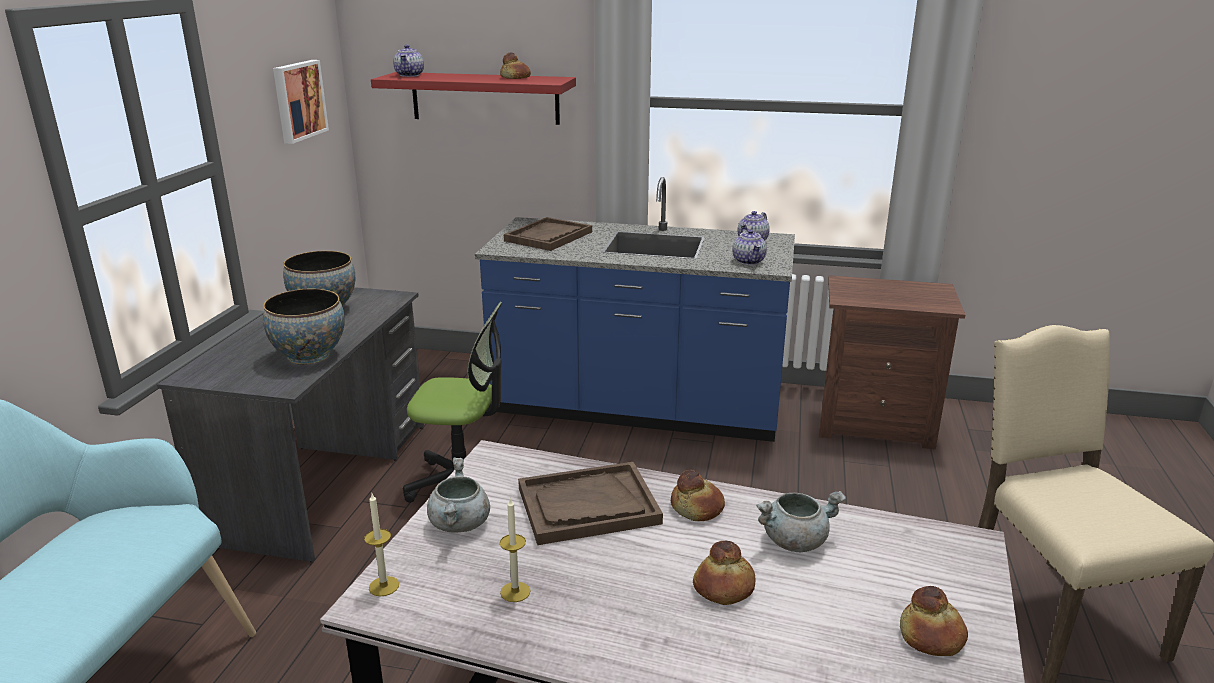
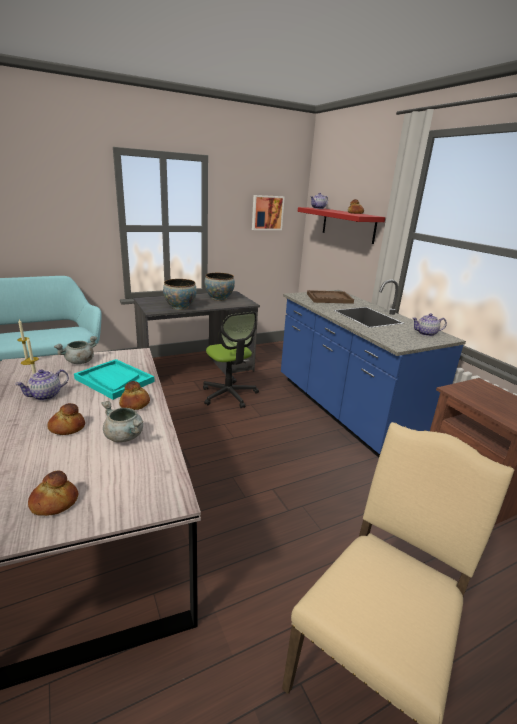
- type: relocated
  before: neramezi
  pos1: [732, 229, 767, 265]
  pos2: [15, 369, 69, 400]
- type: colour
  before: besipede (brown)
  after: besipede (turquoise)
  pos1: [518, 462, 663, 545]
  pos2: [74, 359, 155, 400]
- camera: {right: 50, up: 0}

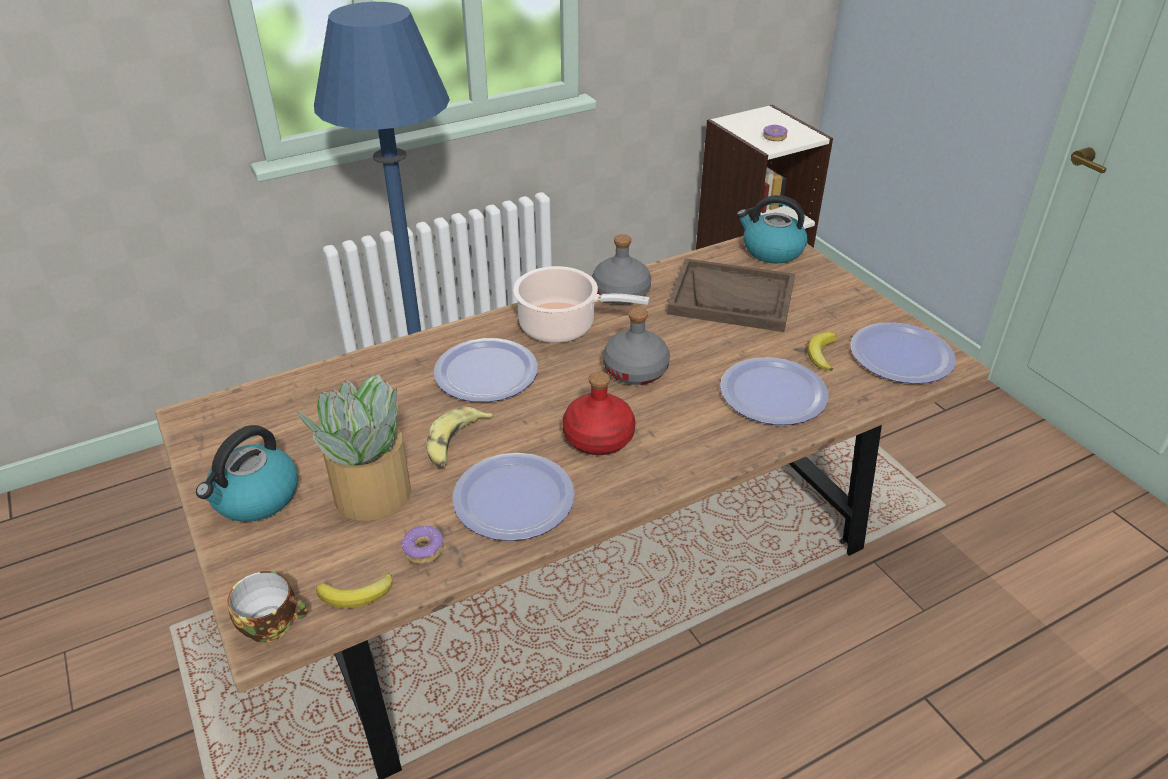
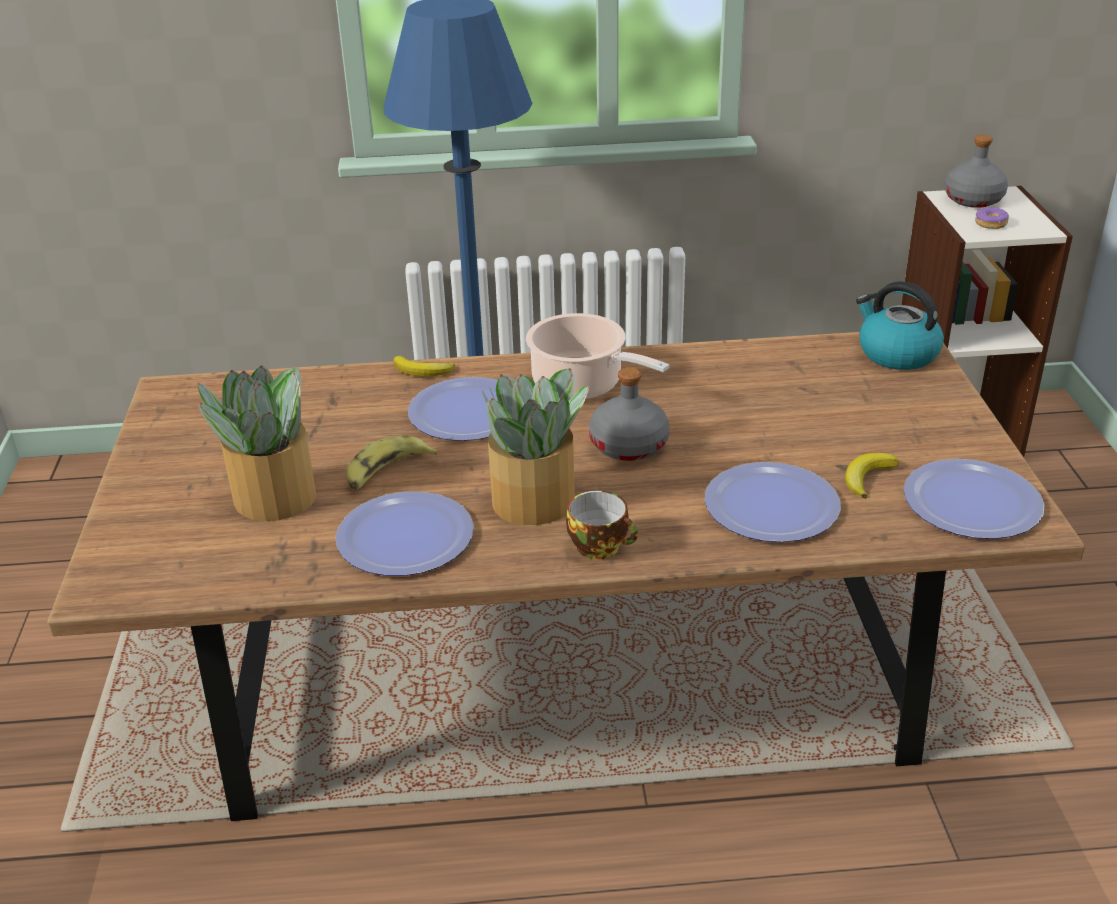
- type: relocated
  before: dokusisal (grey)
  pos1: [592, 234, 651, 305]
  pos2: [944, 135, 1008, 208]
- type: missing
  before: besipede (brown)
  pos1: [667, 258, 795, 332]
- type: exchanged
  before: dokusisal (red)
  after: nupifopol
  pos1: [562, 372, 636, 455]
  pos2: [482, 368, 589, 525]
- type: missing
  before: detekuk
  pos1: [196, 425, 298, 522]
- type: missing
  before: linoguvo
  pos1: [401, 526, 444, 564]
- type: relocated
  before: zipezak
  pos1: [227, 571, 307, 643]
  pos2: [566, 491, 638, 560]
- type: relocated
  before: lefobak
  pos1: [316, 573, 392, 608]
  pos2: [393, 356, 455, 377]
- camera: {right: 25, up: -5}

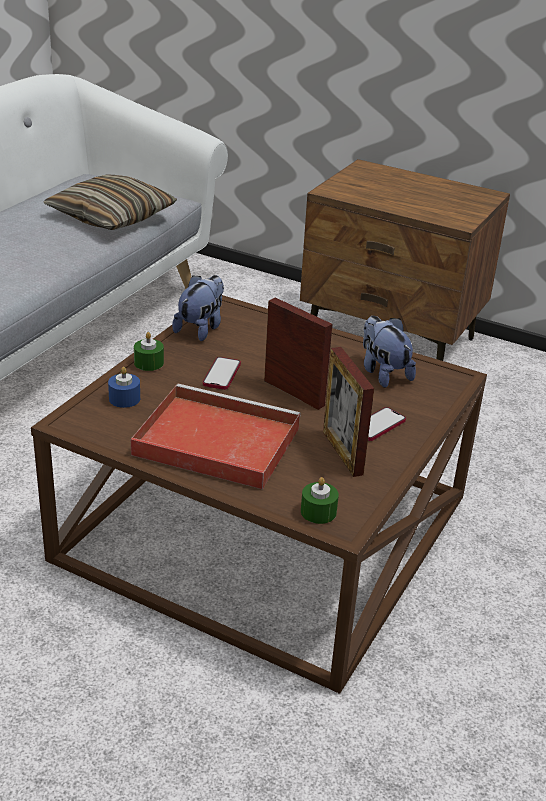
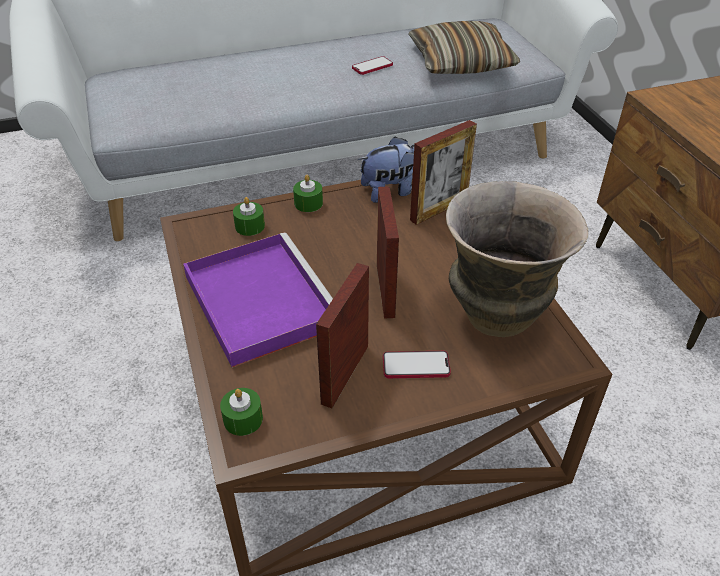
- type: exchanged
  before: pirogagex
  after: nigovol
  pos1: [363, 316, 416, 388]
  pos2: [446, 181, 588, 337]
- type: relocated
  before: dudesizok
  pos1: [203, 357, 241, 390]
  pos2: [352, 56, 393, 75]
- type: colour
  before: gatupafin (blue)
  after: gatupafin (green)
  pos1: [108, 367, 140, 408]
  pos2: [233, 197, 265, 236]
- type: colour
  before: besipede (red)
  after: besipede (purple)
  pos1: [130, 384, 301, 489]
  pos2: [183, 233, 333, 368]
- type: appeared
  after: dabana
  pos2: [410, 120, 477, 225]
- camera: {right: 45, up: 10}

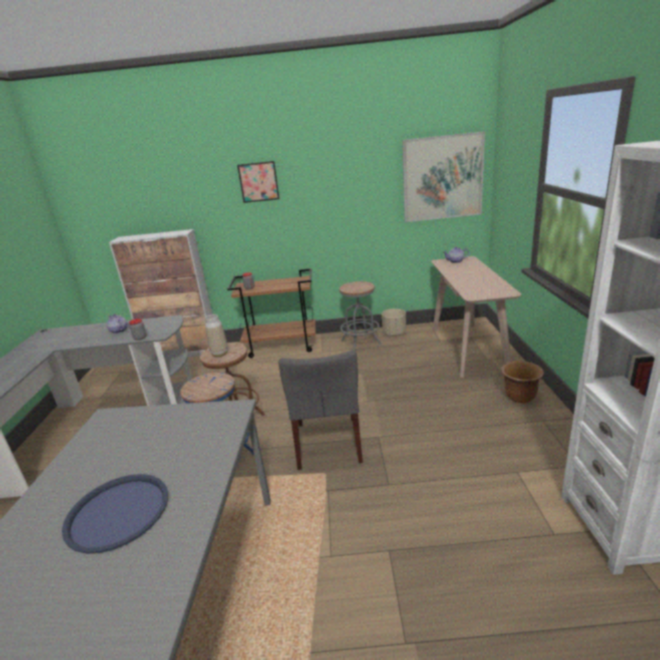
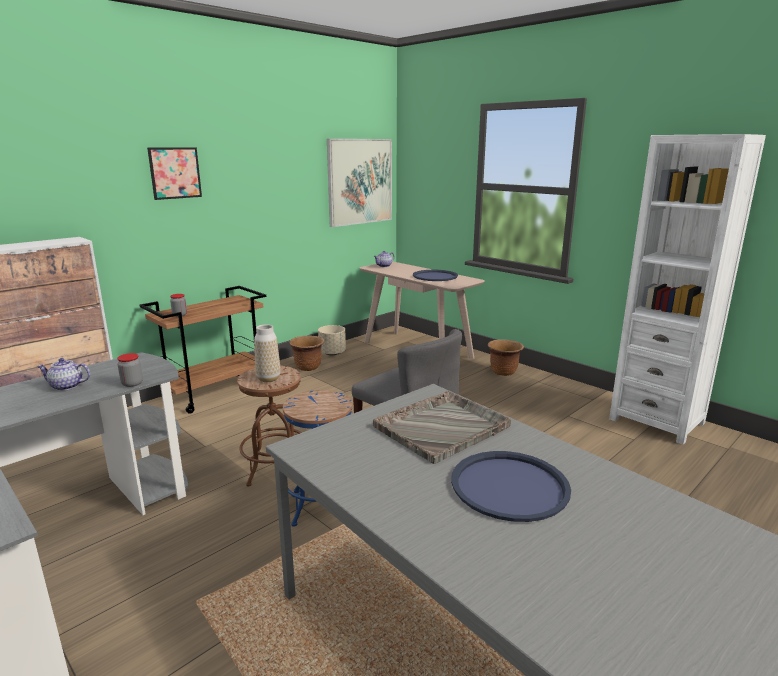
- type: exchanged
  before: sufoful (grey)
  after: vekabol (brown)
  pos1: [339, 281, 381, 351]
  pos2: [289, 335, 324, 371]
- type: appeared
  after: besipede (blue)
  pos2: [413, 270, 458, 281]
- type: appeared
  after: besipede (grey)
  pos2: [373, 391, 511, 464]
- camera: {right: -45, up: -5}

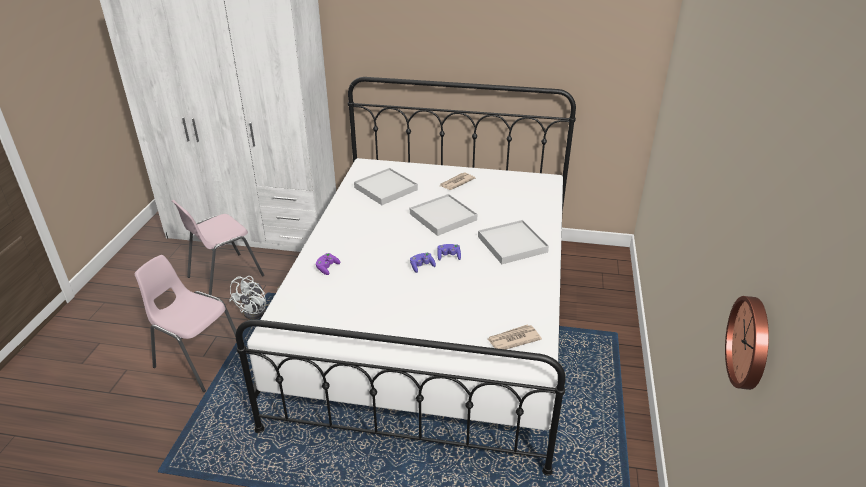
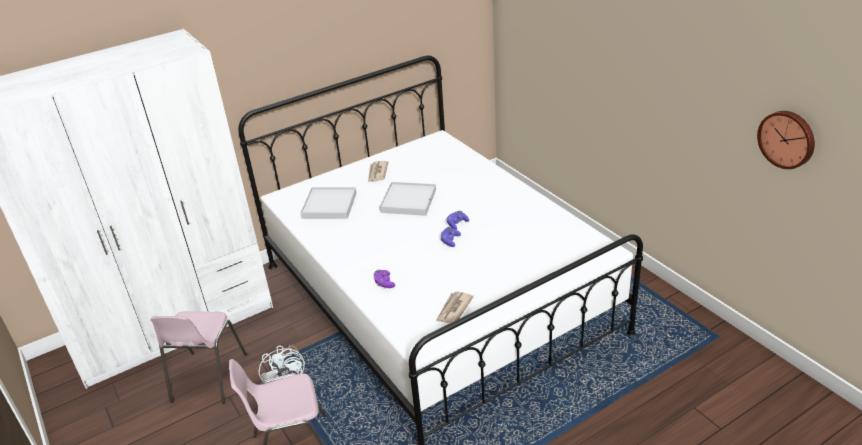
- type: missing
  before: besipede (white)
  pos1: [478, 220, 549, 264]
- type: relocated
  before: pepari
  pos1: [487, 324, 542, 350]
  pos2: [436, 291, 474, 323]
- camera: {right: -40, up: 0}

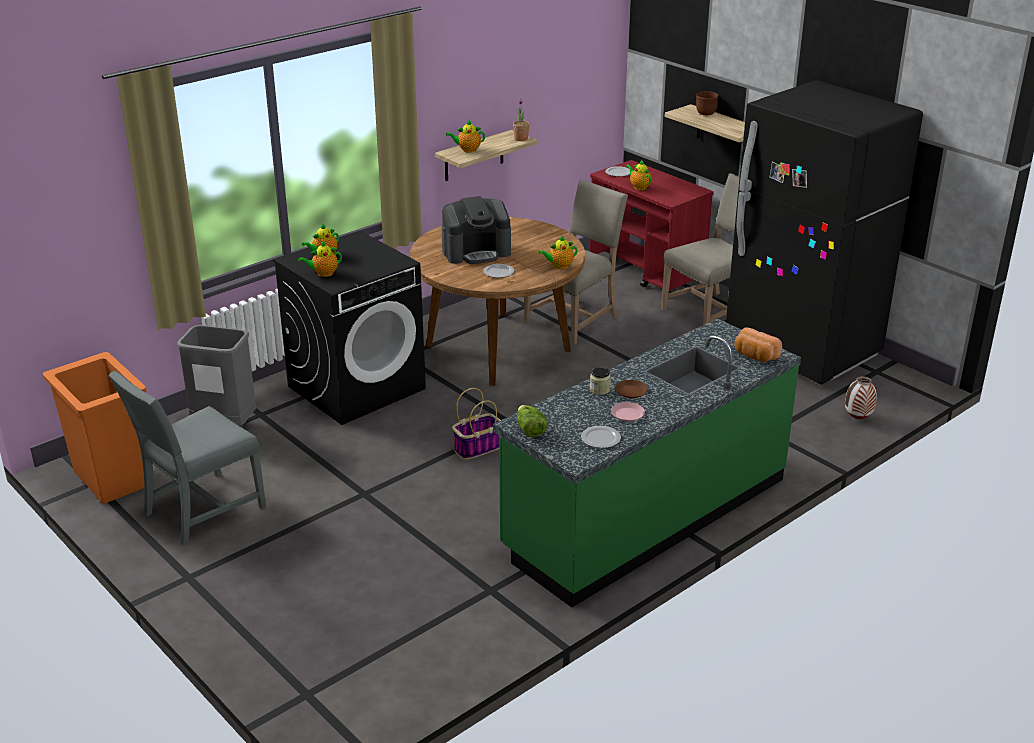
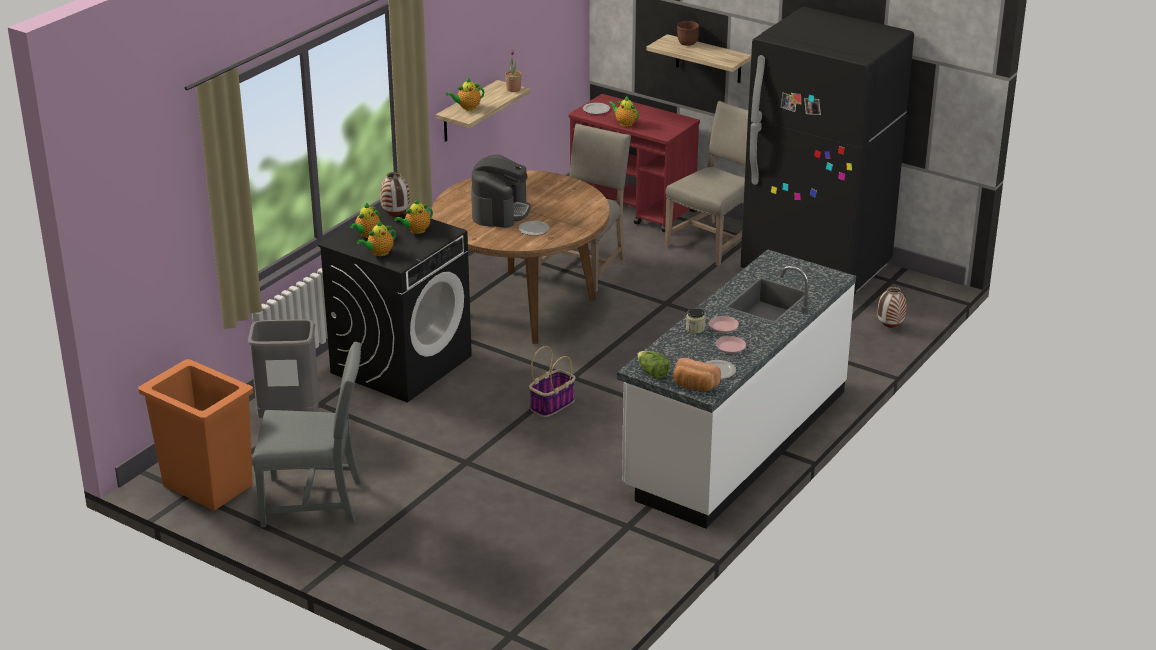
- type: spun
  before: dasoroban
  pos1: [442, 196, 511, 264]
  pos2: [471, 155, 531, 228]
  turn: -45
- type: relocated
  before: neramezi
  pos1: [538, 235, 578, 269]
  pos2: [394, 199, 433, 234]
- type: colour
  before: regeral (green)
  after: regeral (white)
  pos1: [493, 318, 801, 608]
  pos2: [617, 249, 856, 529]
- type: relocated
  before: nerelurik
  pos1: [734, 328, 782, 362]
  pos2: [673, 358, 721, 391]
- type: spun
  before: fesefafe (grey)
  pos1: [108, 371, 266, 545]
  pos2: [252, 342, 362, 527]
  turn: -120
- type: colour
  before: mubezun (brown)
  after: mubezun (pink)
  pos1: [615, 380, 648, 398]
  pos2: [709, 316, 739, 333]
- type: appeared
  after: nigovol
  pos2: [380, 172, 410, 216]
- camera: {right: -15, up: 0}

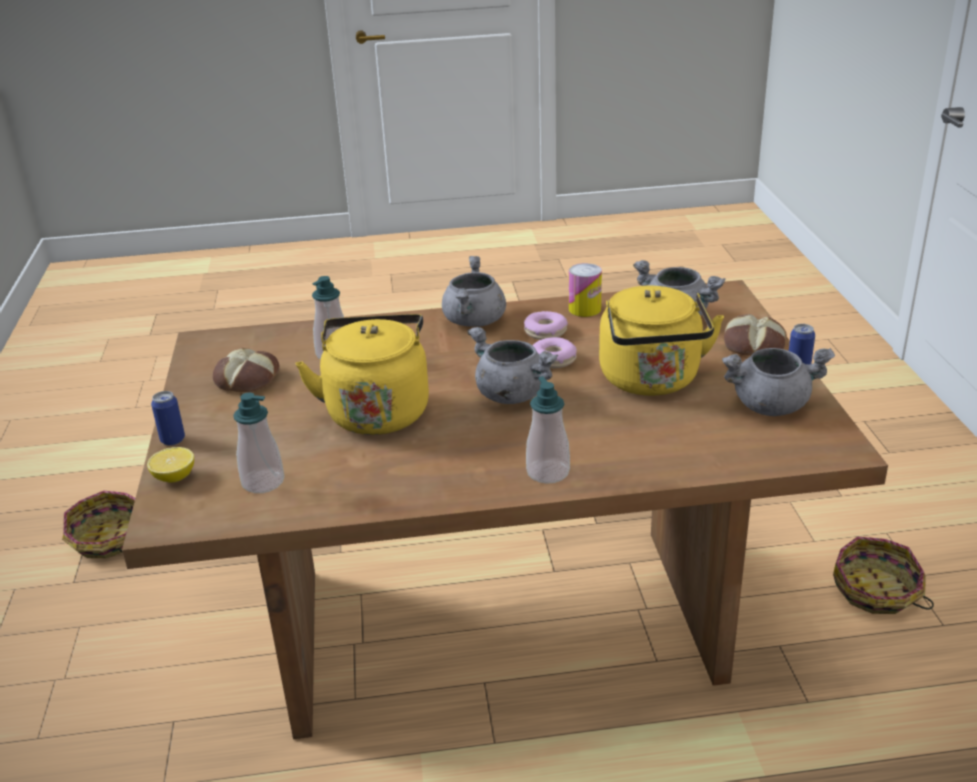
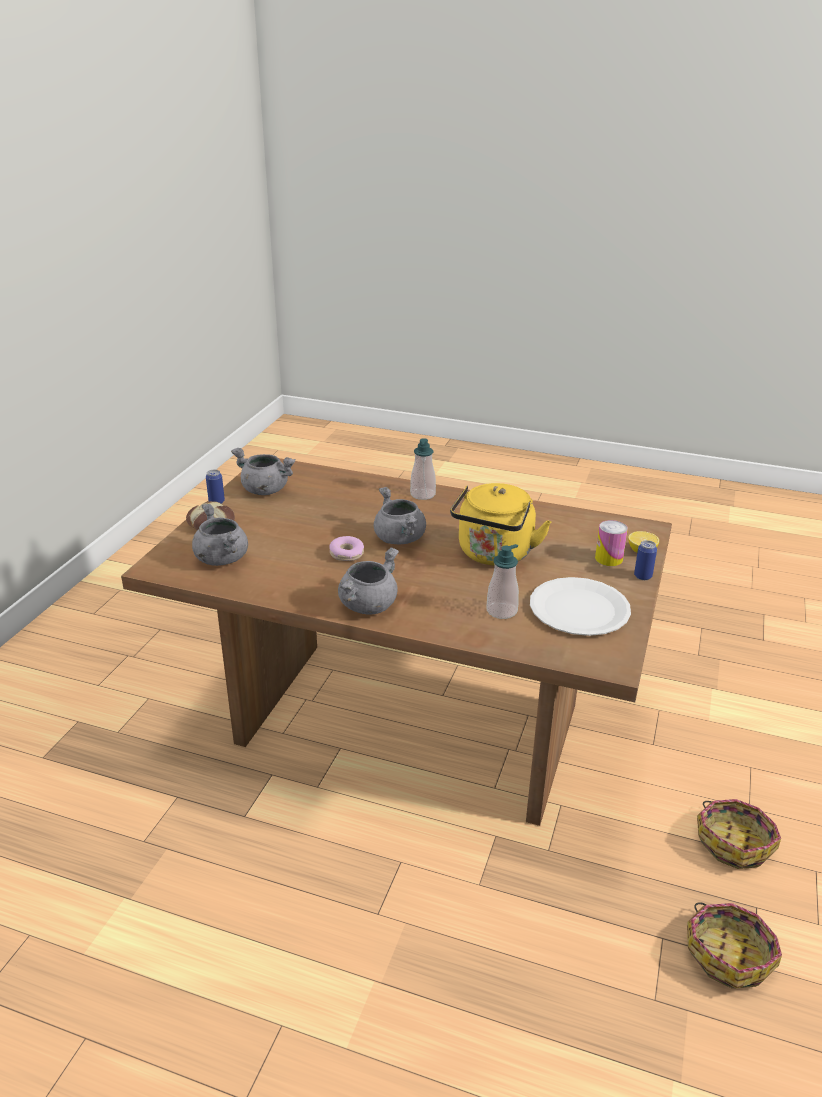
- type: relocated
  before: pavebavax
  pos1: [569, 263, 602, 317]
  pos2: [595, 520, 628, 566]
- type: missing
  before: detekuk (yellow)
  pos1: [599, 286, 724, 396]
- type: missing
  before: linoguvo
  pos1: [524, 311, 568, 340]
- type: exchanged
  before: nerelurik
  after: mubezun (white)
  pos1: [213, 348, 280, 392]
  pos2: [530, 577, 631, 636]
- type: missing
  before: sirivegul
  pos1: [233, 393, 284, 493]
- type: relocated
  before: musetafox
  pos1: [833, 537, 934, 614]
  pos2: [697, 799, 781, 869]
- camera: {right: -155, up: 0}

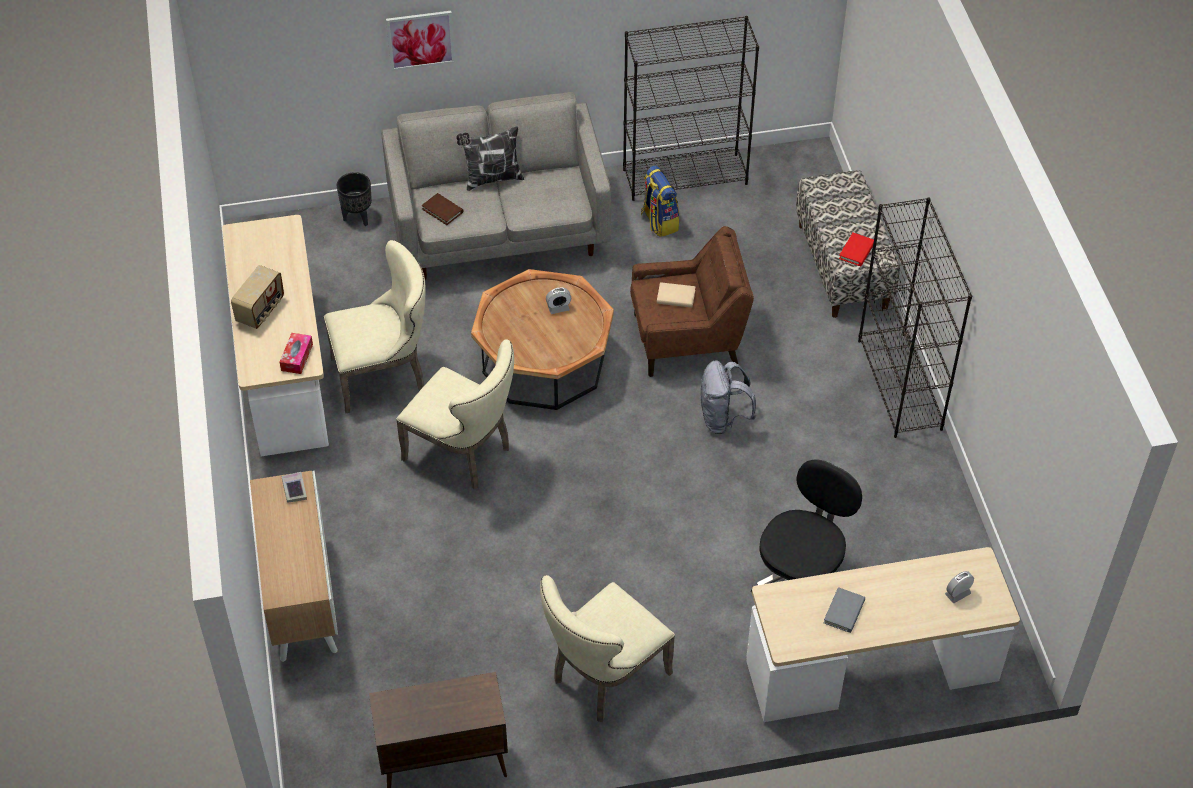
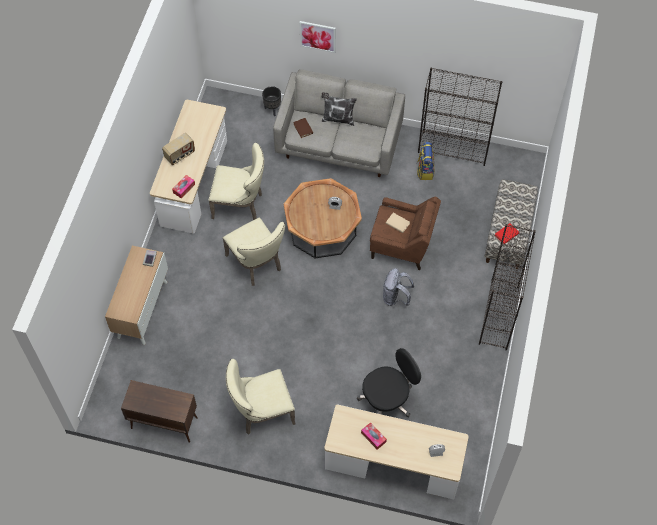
- type: exchanged
  before: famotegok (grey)
  after: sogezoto
  pos1: [824, 587, 865, 633]
  pos2: [361, 422, 387, 450]
- camera: {right: 25, up: 10}

